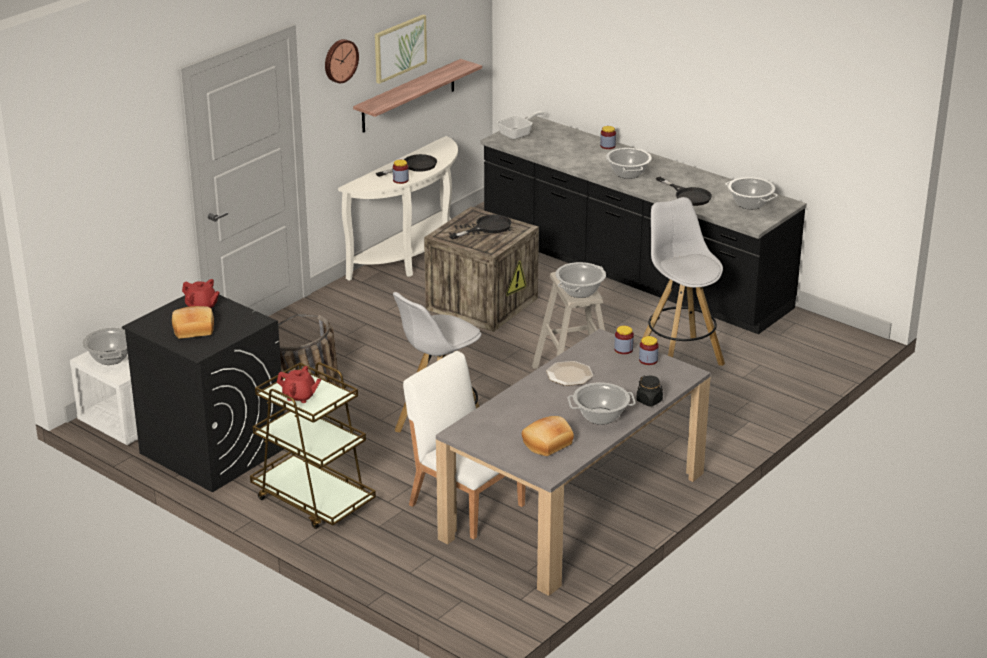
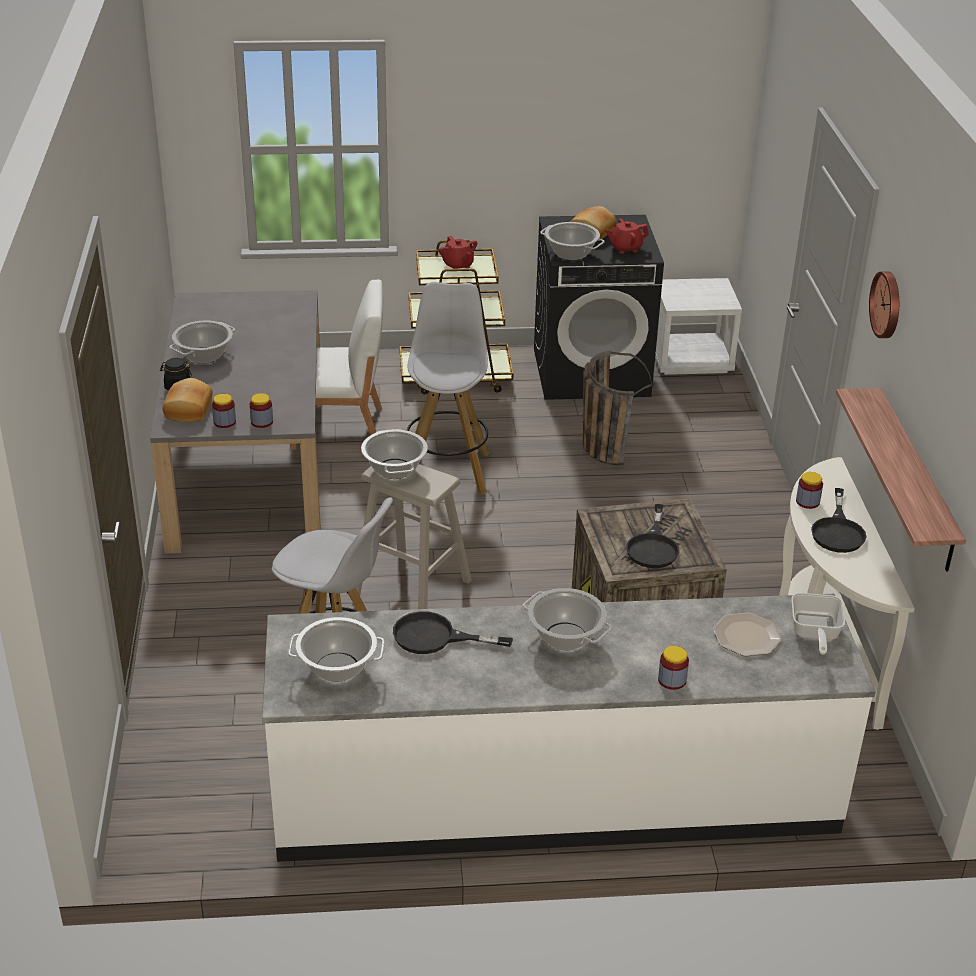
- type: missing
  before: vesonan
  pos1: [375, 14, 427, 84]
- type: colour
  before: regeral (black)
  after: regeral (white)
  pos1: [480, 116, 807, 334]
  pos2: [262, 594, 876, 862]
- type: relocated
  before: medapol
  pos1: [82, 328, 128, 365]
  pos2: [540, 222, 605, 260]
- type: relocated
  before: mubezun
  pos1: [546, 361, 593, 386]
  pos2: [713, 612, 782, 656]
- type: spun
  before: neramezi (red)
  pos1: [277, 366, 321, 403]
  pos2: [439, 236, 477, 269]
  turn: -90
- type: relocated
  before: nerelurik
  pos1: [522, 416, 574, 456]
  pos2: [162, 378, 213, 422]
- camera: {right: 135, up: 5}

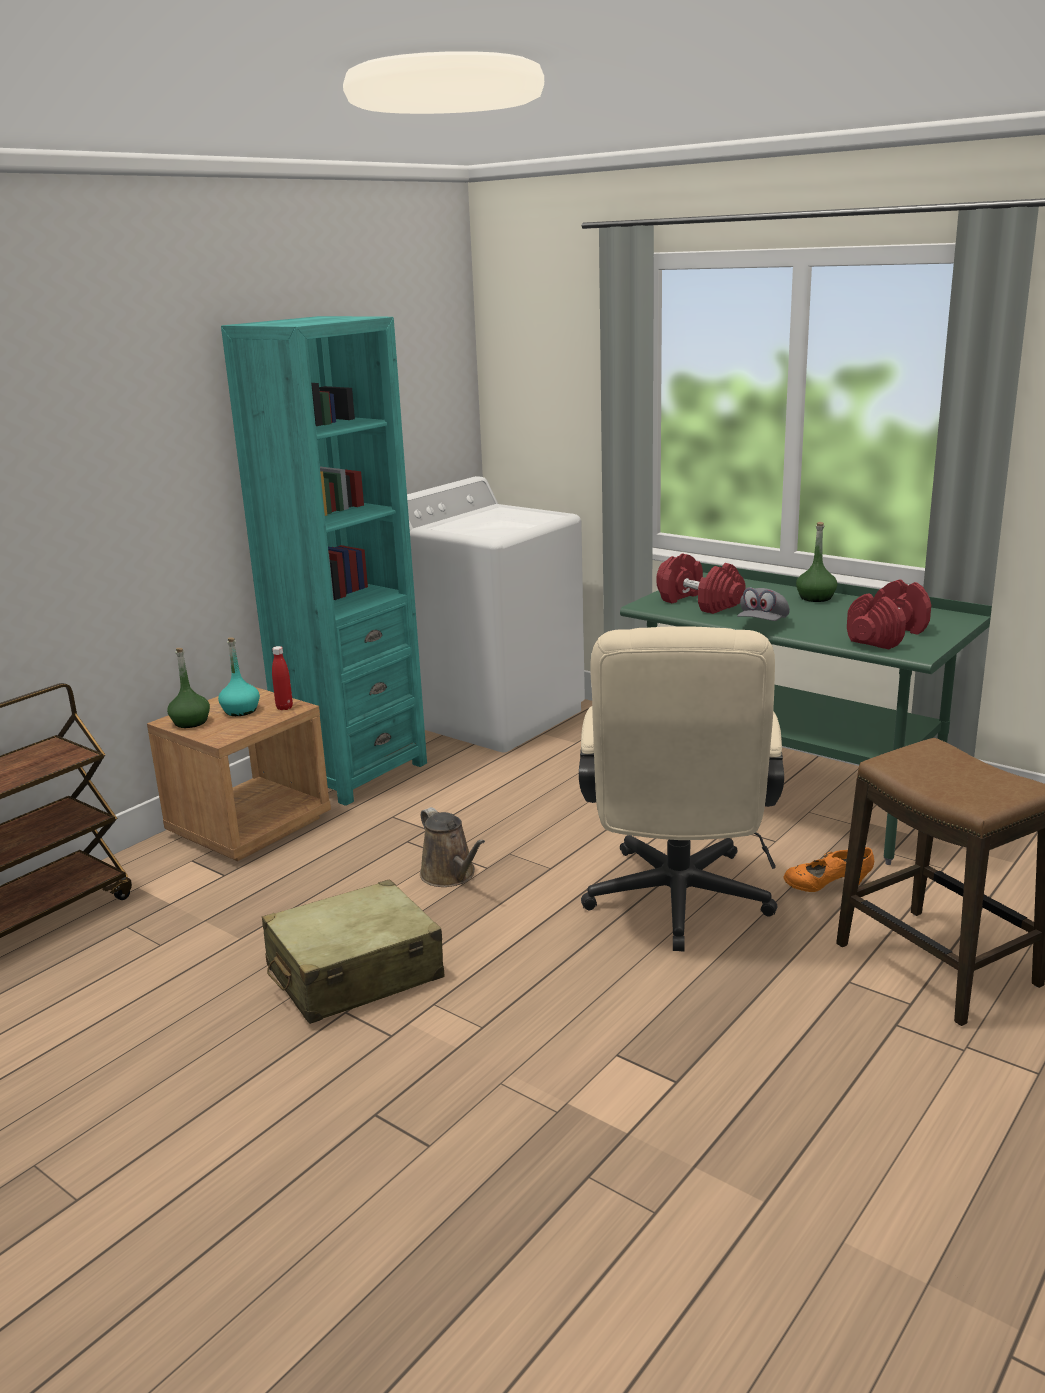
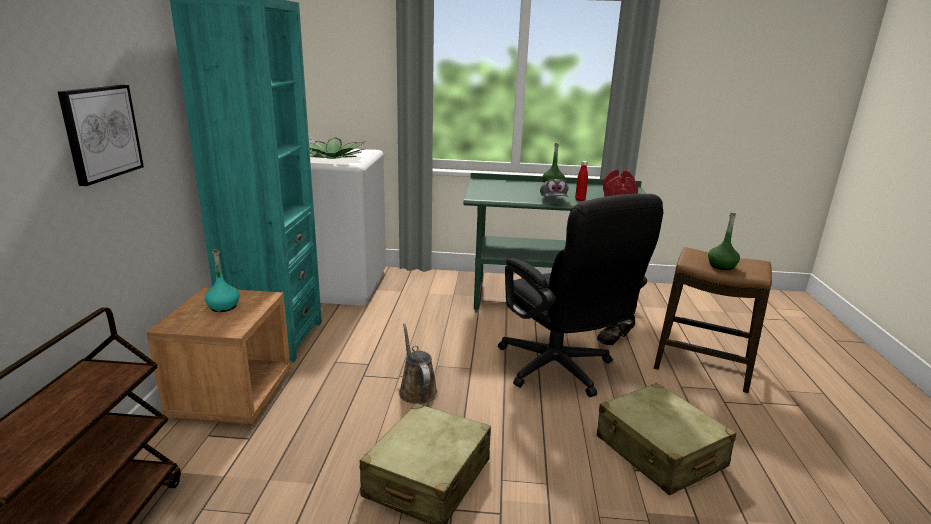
- type: missing
  before: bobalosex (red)
  pos1: [657, 554, 746, 614]
- type: colour
  before: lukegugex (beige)
  after: lukegugex (black)
  pos1: [579, 626, 784, 951]
  pos2: [498, 194, 663, 397]
- type: relocated
  before: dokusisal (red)
  pos1: [272, 646, 293, 710]
  pos2: [575, 161, 588, 201]
- type: relocated
  before: dokusisal (green)
  pos1: [167, 648, 210, 728]
  pos2: [708, 213, 740, 270]
- type: spun
  before: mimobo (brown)
  pos1: [420, 807, 485, 887]
  pos2: [399, 323, 438, 404]
  turn: -135
- type: colour
  before: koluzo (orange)
  after: koluzo (black)
  pos1: [784, 847, 874, 892]
  pos2: [597, 315, 635, 345]
- type: appeared
  after: vesonan
  pos2: [58, 85, 144, 186]
- type: appeared
  after: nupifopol
  pos2: [309, 137, 365, 159]
- type: appeared
  after: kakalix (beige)
  pos2: [597, 383, 736, 495]
- camera: {right: -35, up: 0}

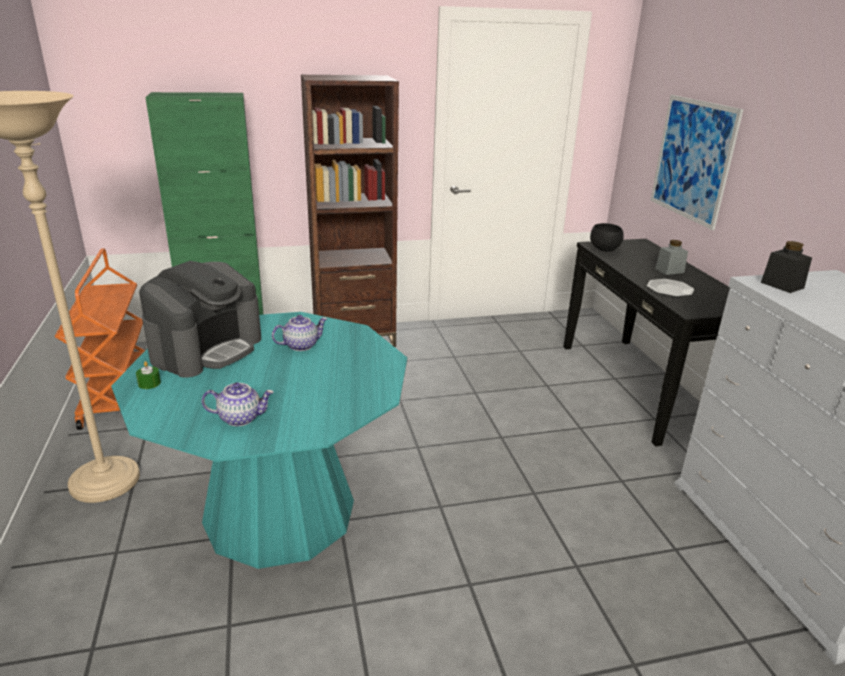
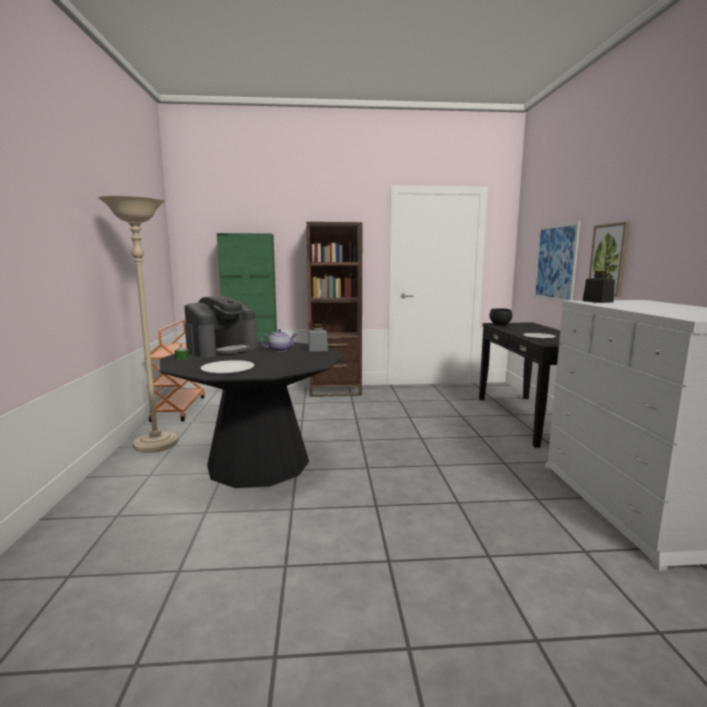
- type: relocated
  before: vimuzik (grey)
  pos1: [655, 240, 688, 275]
  pos2: [309, 324, 328, 352]
- type: colour
  before: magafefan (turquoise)
  after: magafefan (black)
  pos1: [111, 312, 407, 569]
  pos2: [160, 342, 344, 488]
- type: exchanged
  before: neramezi
  after: mubezun (white)
  pos1: [202, 382, 274, 426]
  pos2: [200, 360, 254, 374]
- type: appeared
  after: vesonan
  pos2: [589, 222, 630, 297]
- camera: {right: 10, up: -15}

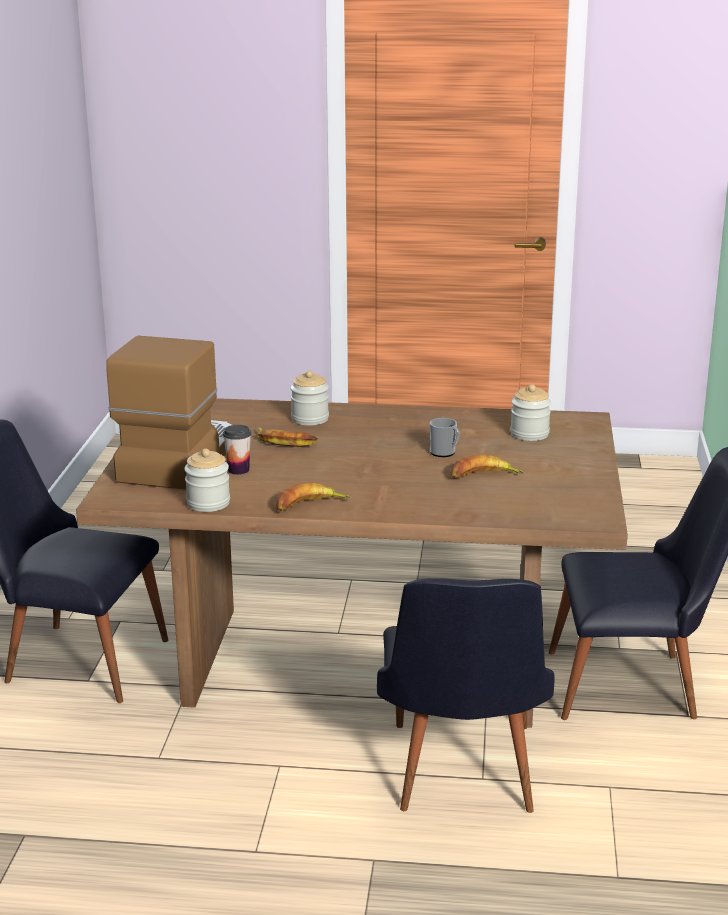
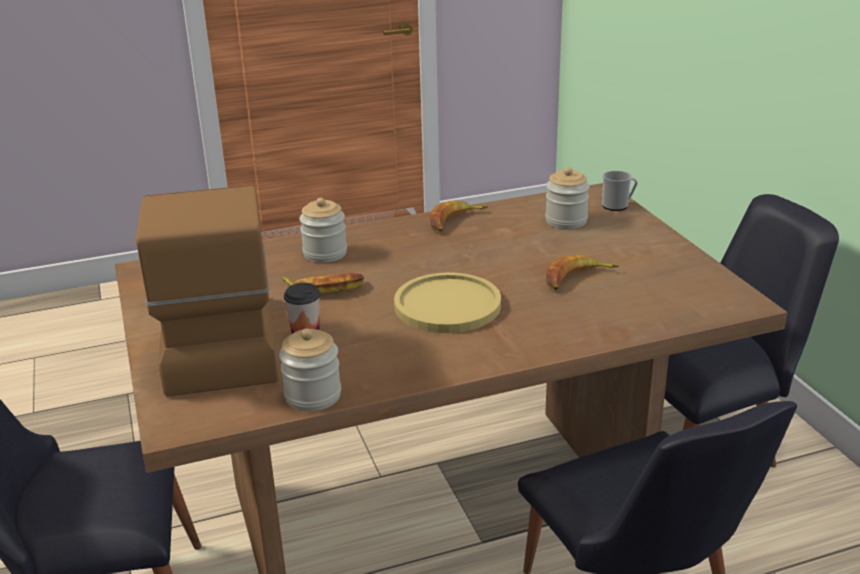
- type: relocated
  before: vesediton
  pos1: [429, 418, 460, 457]
  pos2: [602, 171, 638, 211]
- type: relocated
  before: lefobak
  pos1: [275, 483, 351, 511]
  pos2: [429, 201, 488, 232]
- type: appeared
  after: mubezun (yellow)
  pos2: [394, 272, 501, 333]
- camera: {right: -25, up: 5}

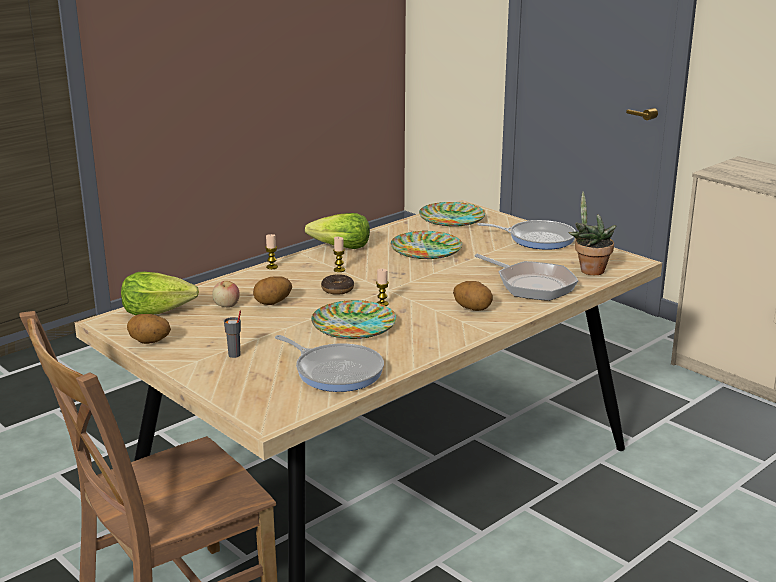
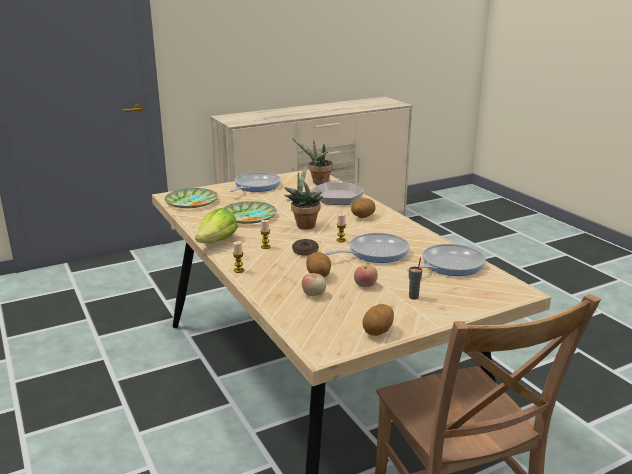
- type: missing
  before: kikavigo
  pos1: [121, 272, 199, 315]
- type: exchanged
  before: mubezun
  after: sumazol
  pos1: [311, 300, 396, 339]
  pos2: [325, 233, 410, 263]
- type: appeared
  after: nupifopol
  pos2: [284, 165, 323, 229]
- type: appeared
  after: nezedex
  pos2: [354, 265, 378, 287]
- camera: {right: -75, up: 0}

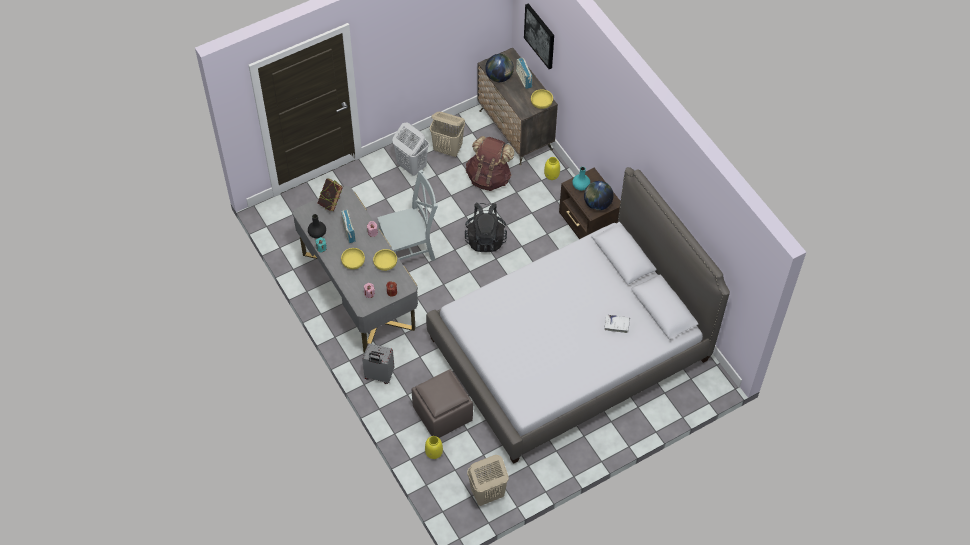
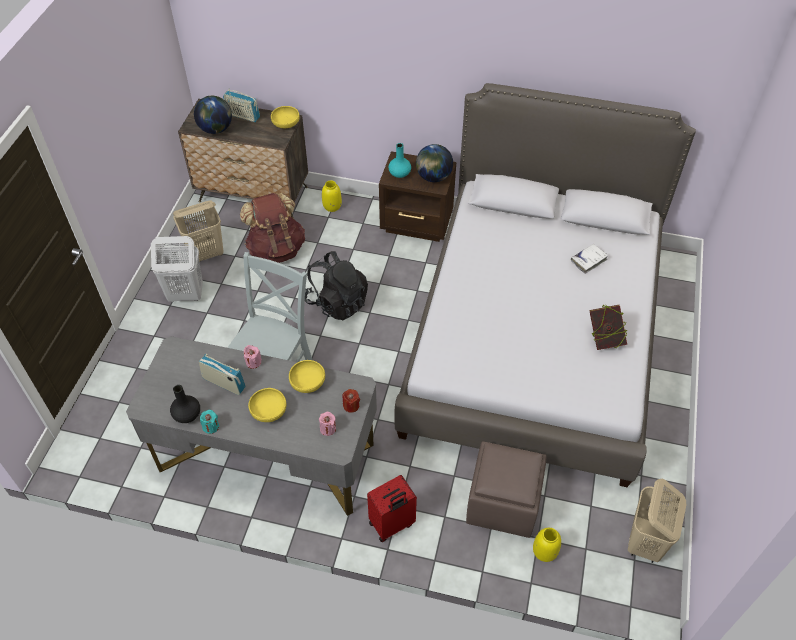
- type: missing
  before: vesonan
  pos1: [524, 3, 554, 69]
- type: relocated
  before: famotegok
  pos1: [318, 178, 343, 212]
  pos2: [589, 305, 627, 350]
- type: colour
  before: kakalix (grey)
  after: kakalix (red)
  pos1: [362, 343, 394, 384]
  pos2: [367, 475, 417, 542]
- camera: {right: -45, up: -5}

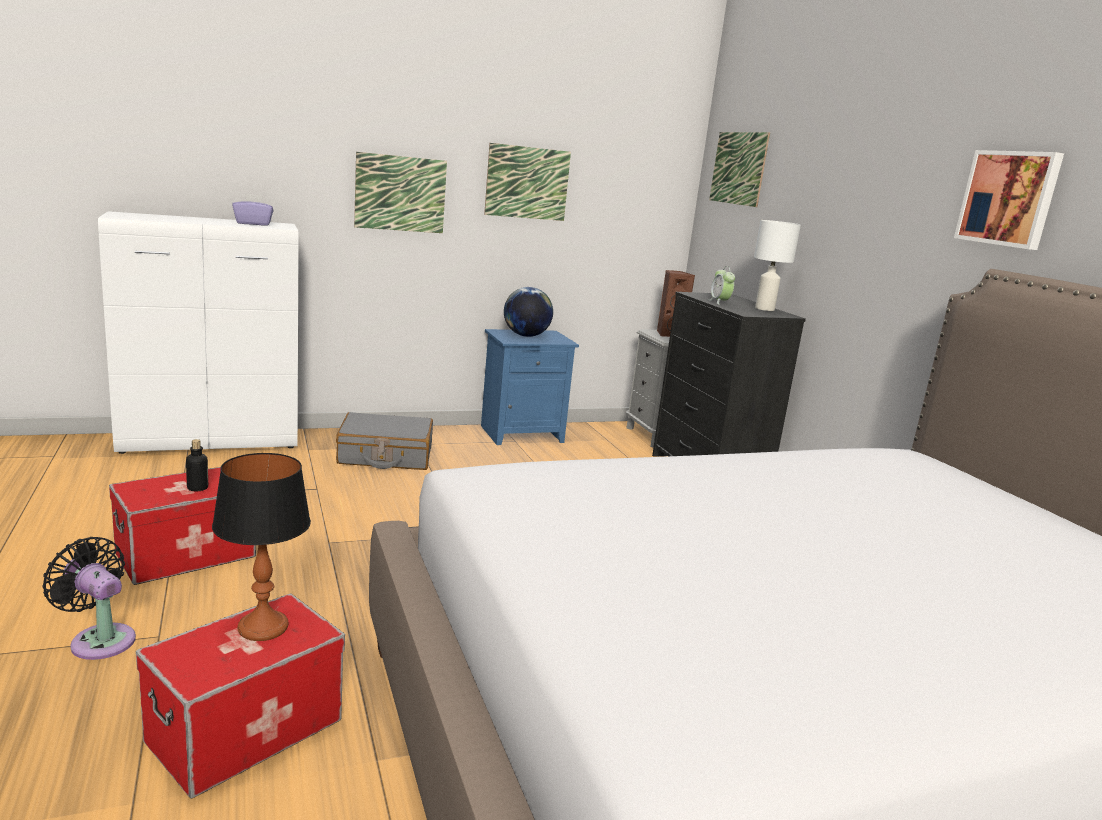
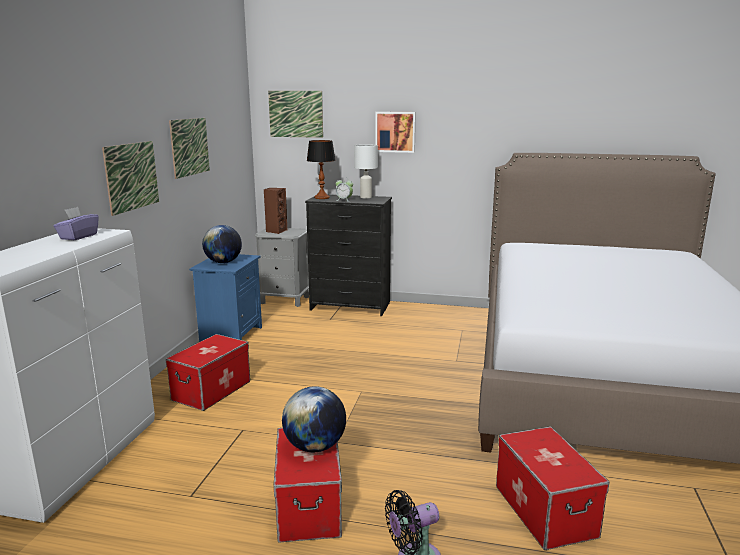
- type: relocated
  before: vesonan
  pos1: [954, 150, 1064, 250]
  pos2: [375, 112, 416, 153]
- type: exchanged
  before: kakalix (grey)
  after: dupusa
  pos1: [336, 412, 433, 470]
  pos2: [165, 334, 250, 411]
- type: exchanged
  before: dokusisal
  after: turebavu
  pos1: [186, 439, 208, 491]
  pos2: [282, 386, 346, 452]
- type: relocated
  before: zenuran
  pos1: [212, 453, 311, 641]
  pos2: [307, 140, 336, 199]
- camera: {right: -55, up: 0}

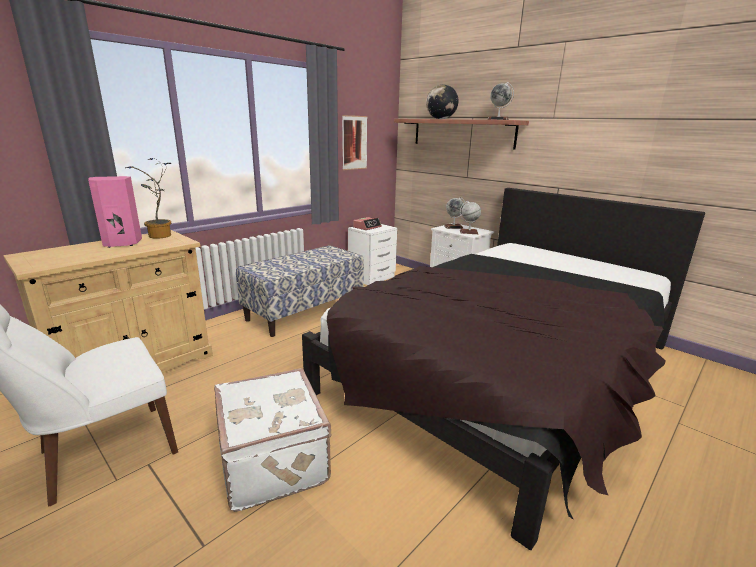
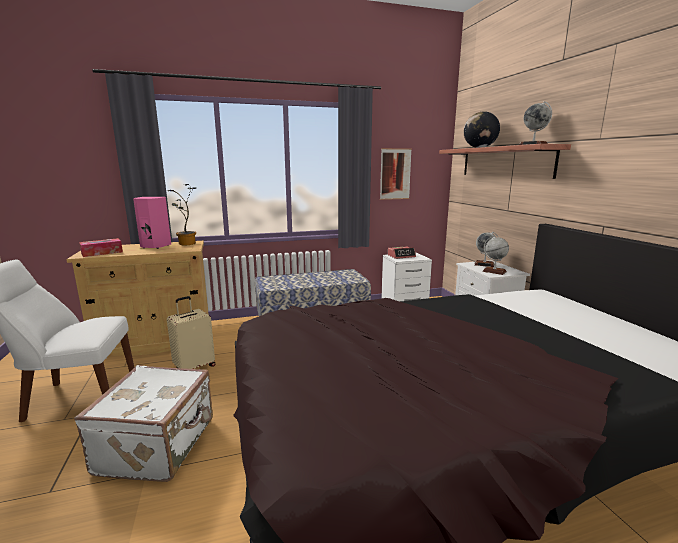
- type: appeared
  after: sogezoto
  pos2: [79, 238, 123, 257]
- type: appeared
  after: kakalix (beige)
  pos2: [167, 296, 215, 369]
- camera: {right: 30, up: -5}

